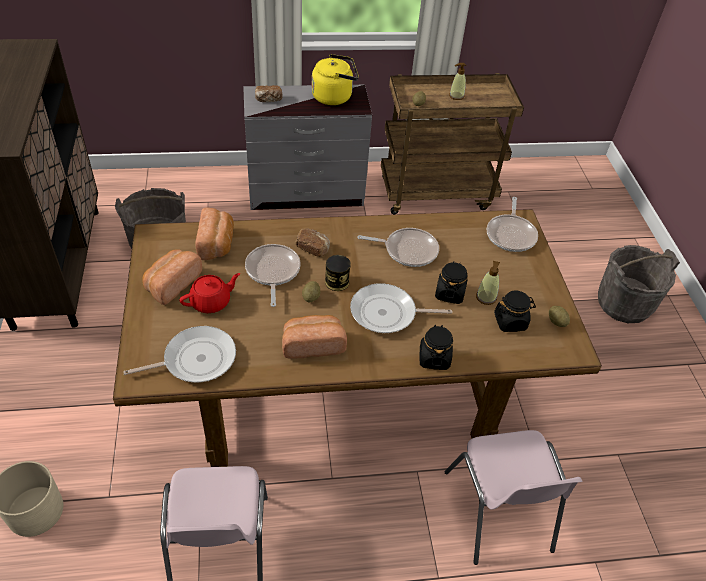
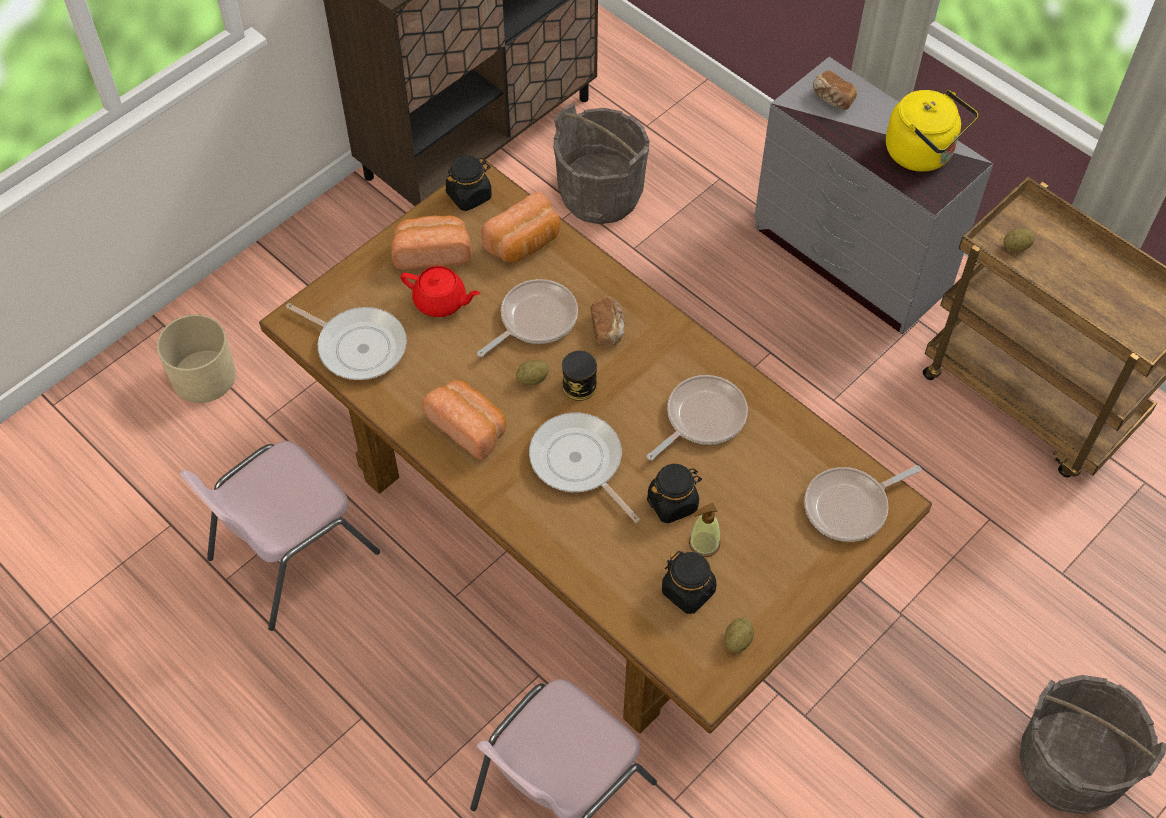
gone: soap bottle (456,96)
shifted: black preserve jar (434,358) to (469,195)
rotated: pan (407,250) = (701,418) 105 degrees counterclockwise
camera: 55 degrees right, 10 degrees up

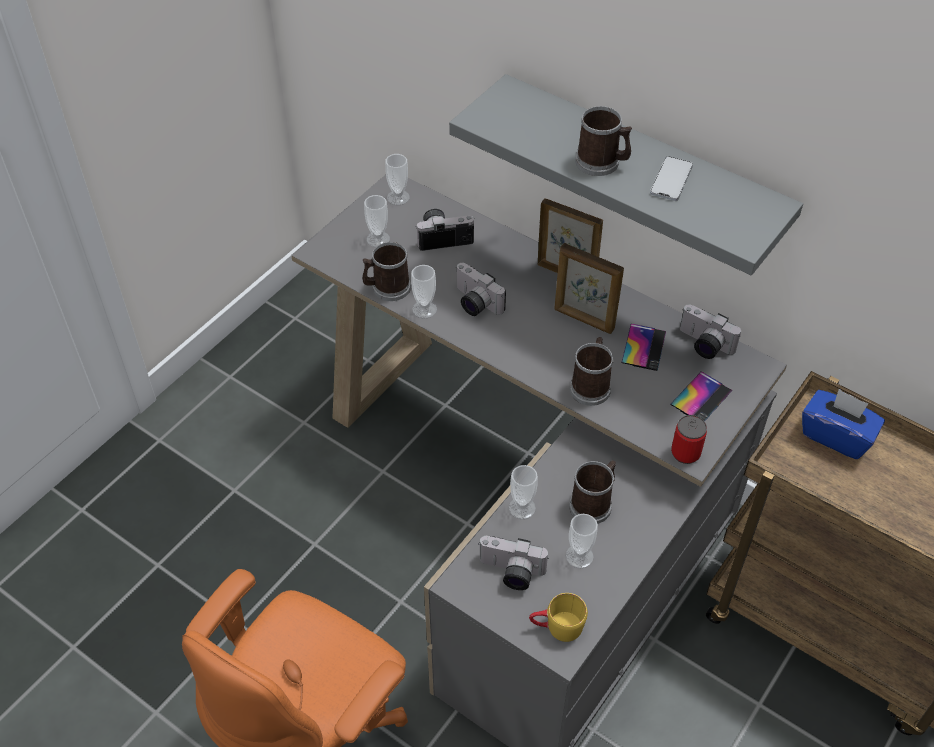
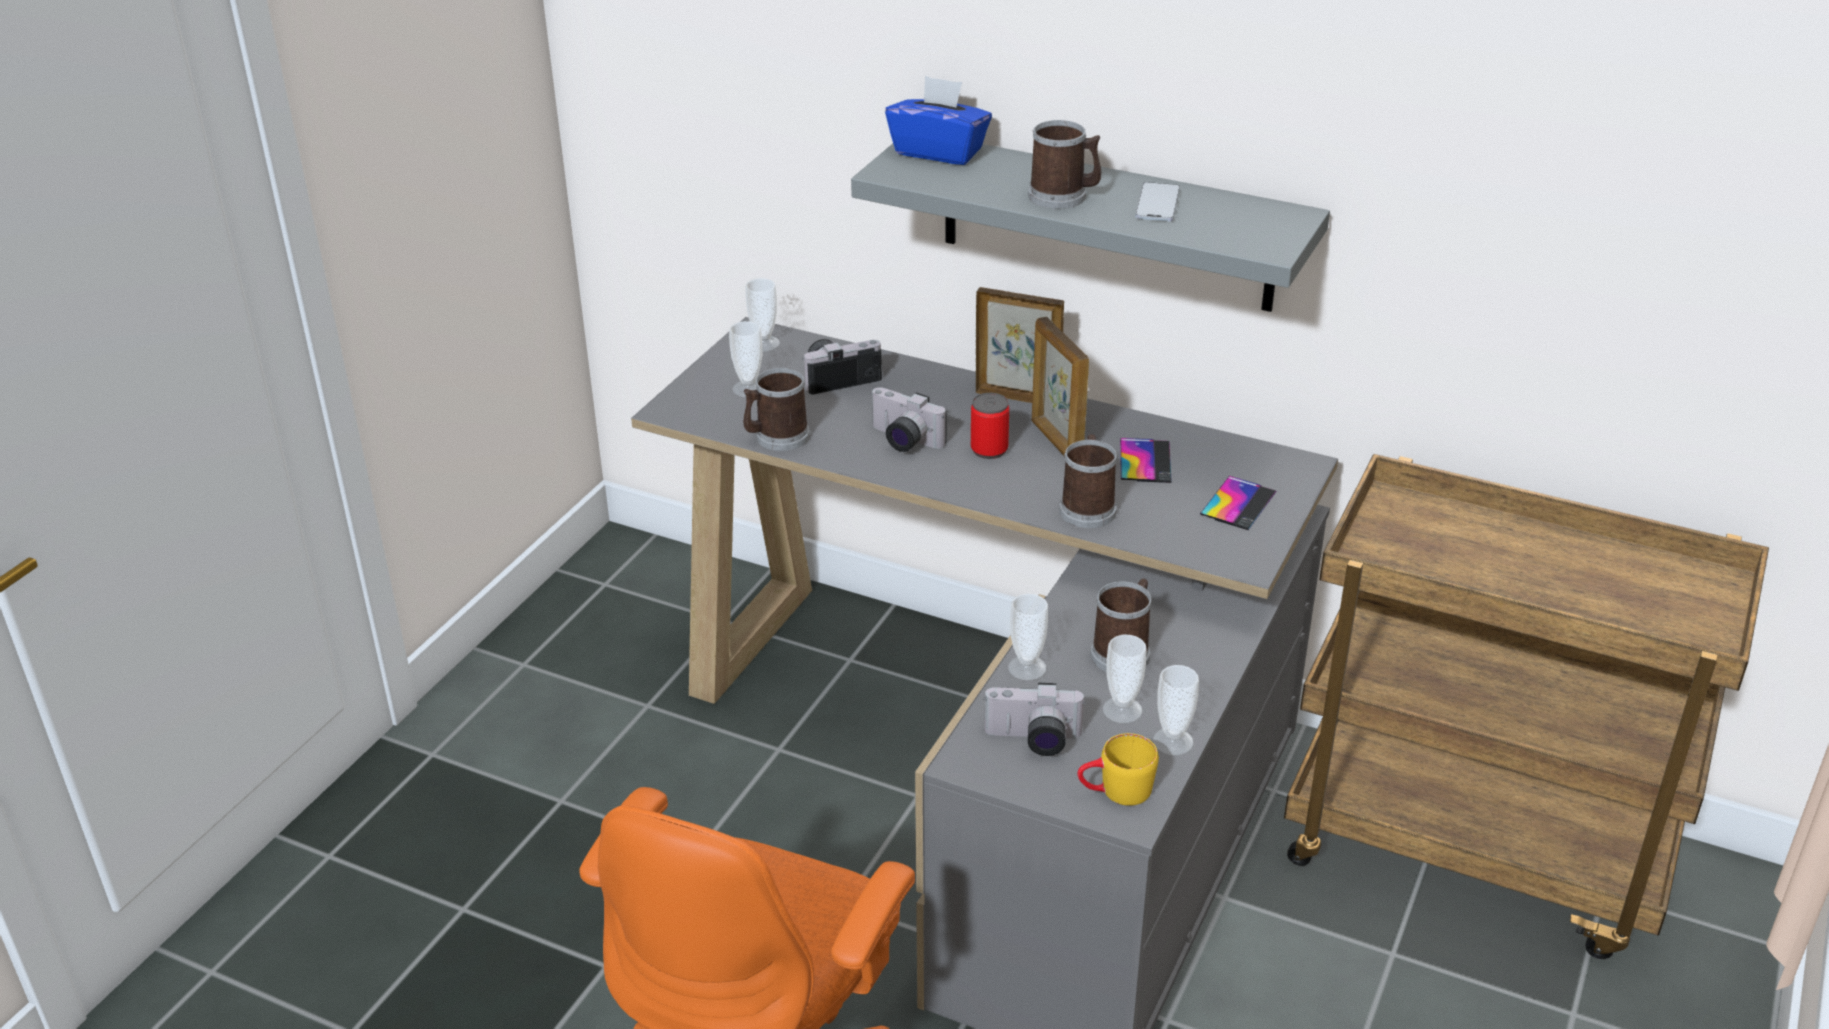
gone: photo camera (703,345)
shifted: cup (424,309) to (1173,741); sealed can (685,453) to (989,449); blue-coloured tissue holder (836,435) to (939,151)
rotated: picture frame (583,320) = (1056,442) 45 degrees clockwise
camera: 10 degrees left, 15 degrees down

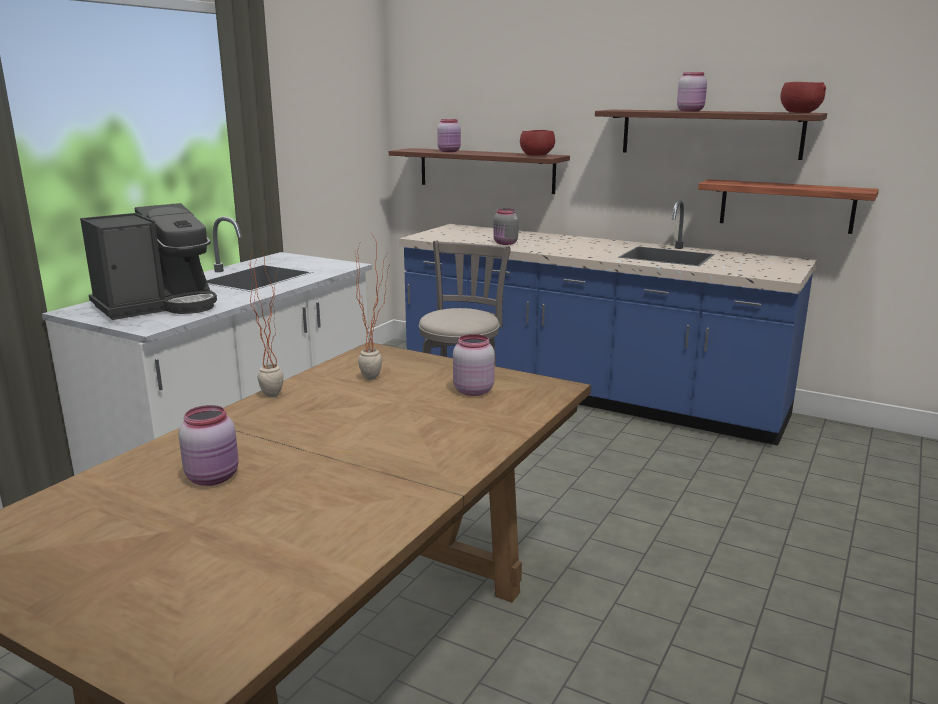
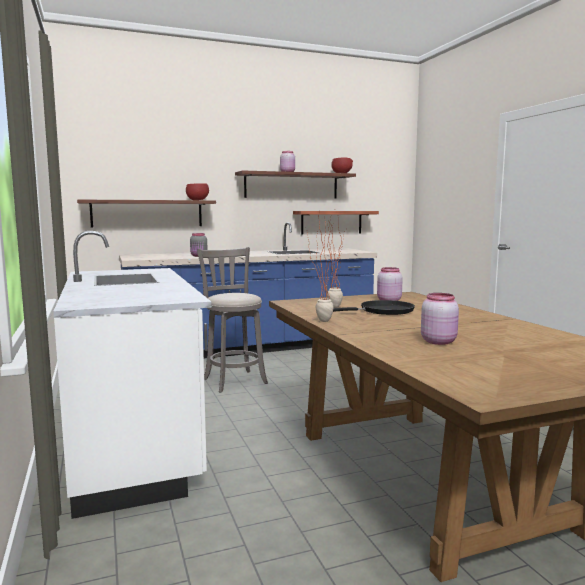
gone: coffee brewer (158,306); pink preserve jar (449,151)
new: black pan (383,311)
camera: 50 degrees left, 10 degrees down

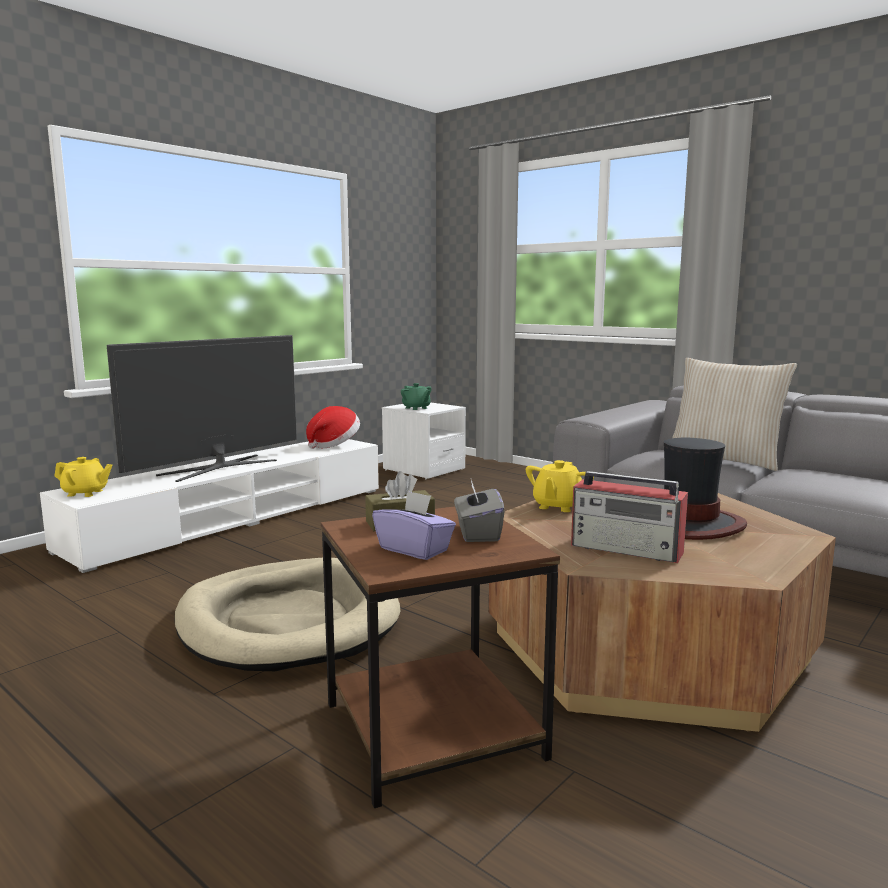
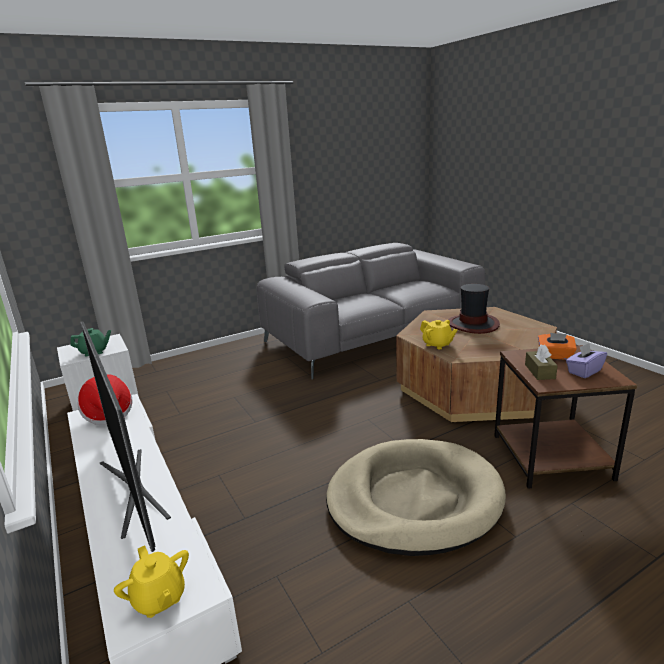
gone: radio receiver (627,549); beige cushion (724,460)
repainted: gray tissue holder (477,533) to orangey tissue holder (555,356)
rotated: yellow-coloured pot for tea (85,493) = (159,598) 120 degrees clockwise
camera: 70 degrees left, 10 degrees up

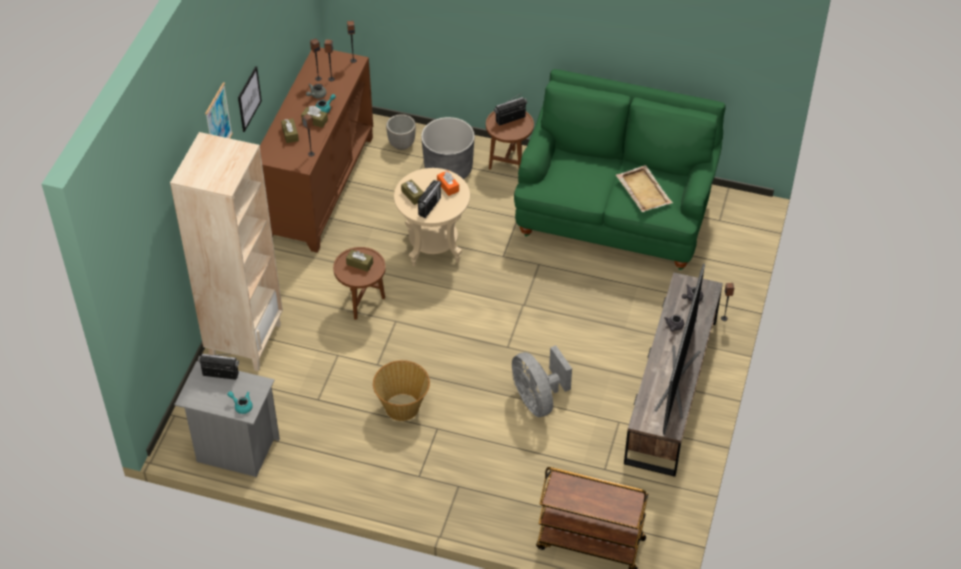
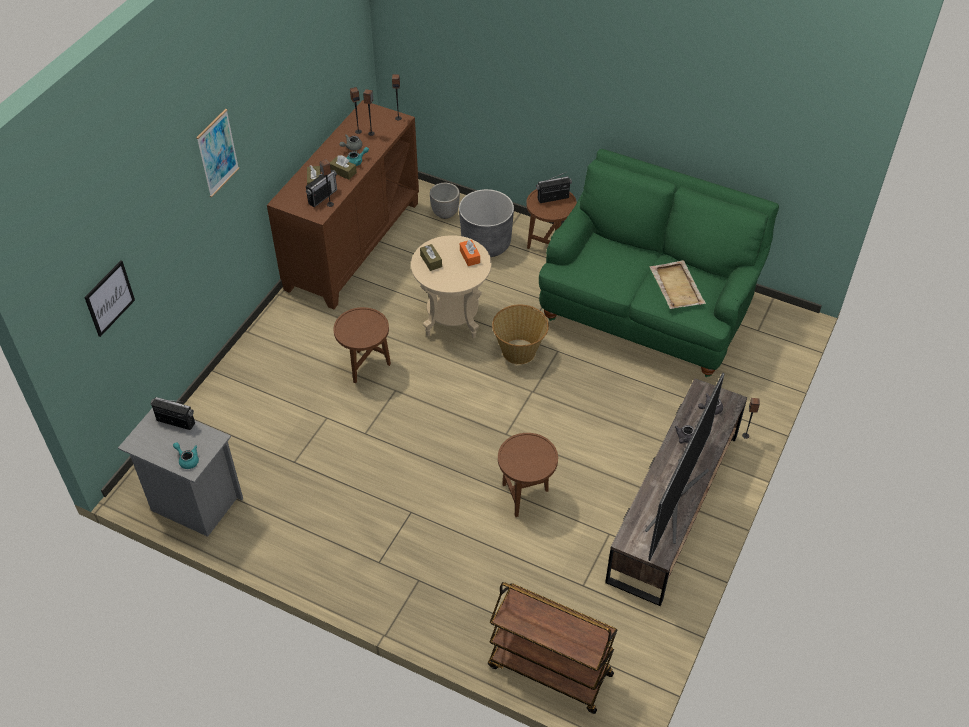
gone: beige bookshelf (245,341); brownish tissue holder (359,263)
shifted: wall art (249,99) to (109,298); storage basket (402,406) to (519,351); radio receiver (429,206) to (322,197)
swapped: gray electric fan (538,399) to brownish end table (526,496)
camera: 10 degrees right, 0 degrees up

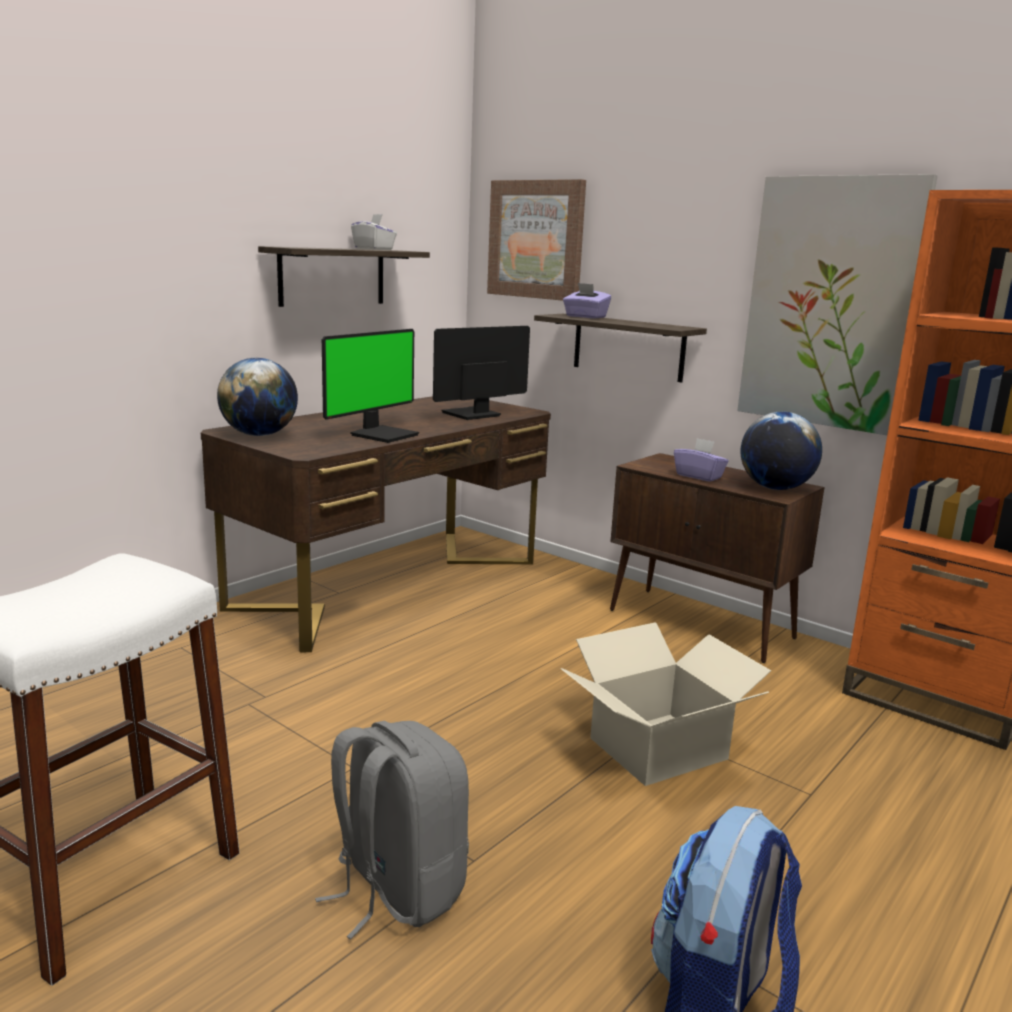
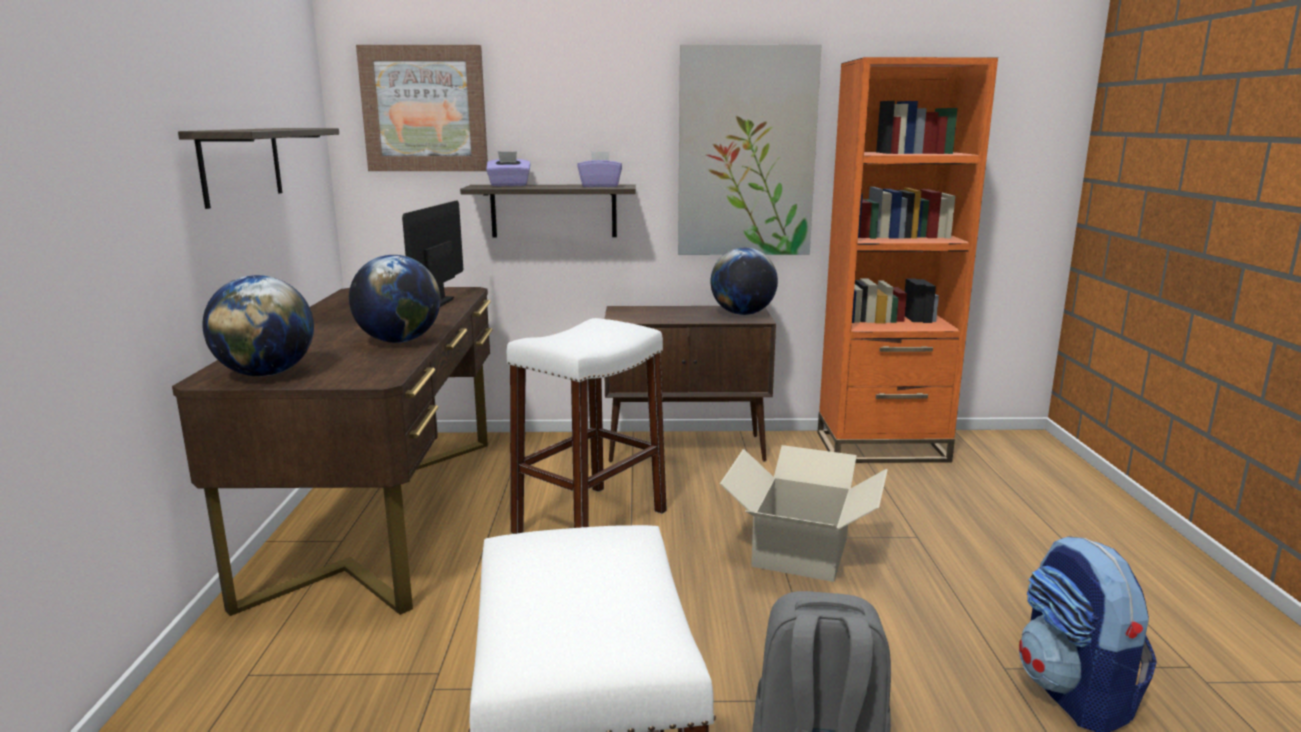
gone: white-coloured tissue holder (374,249)
new: white-coloured stool (590,522)
shifted: purple tissue holder (699,476) to (600,186)
swapped: computer display (383,434) to globe (399,341)
camera: 40 degrees left, 0 degrees up

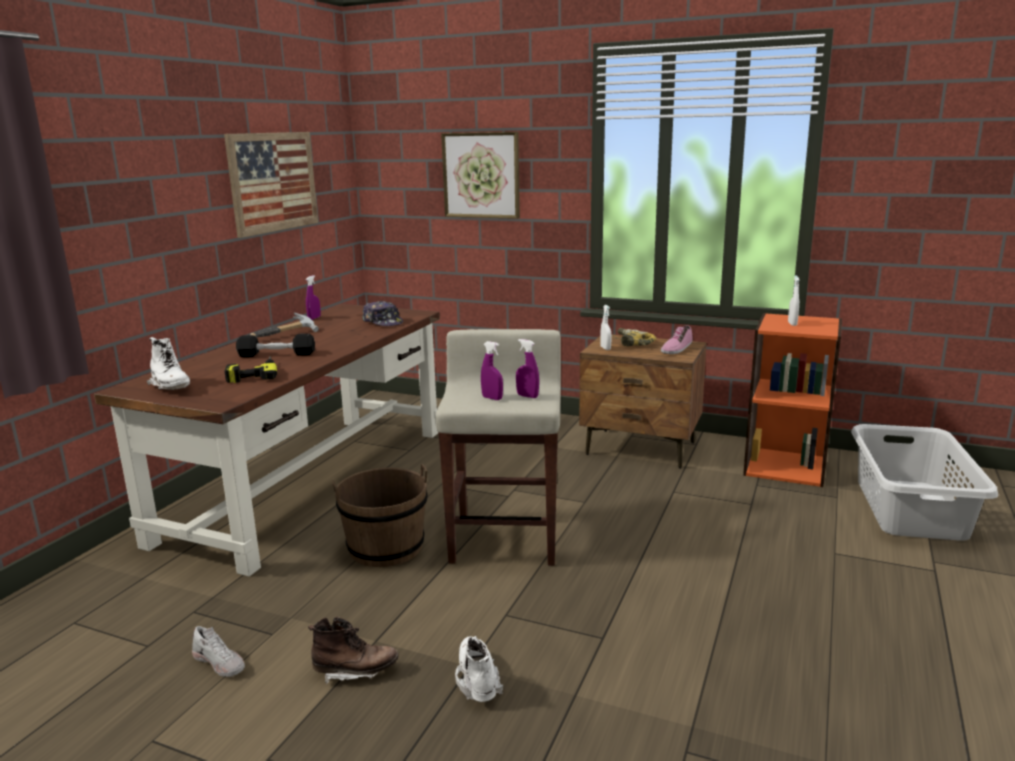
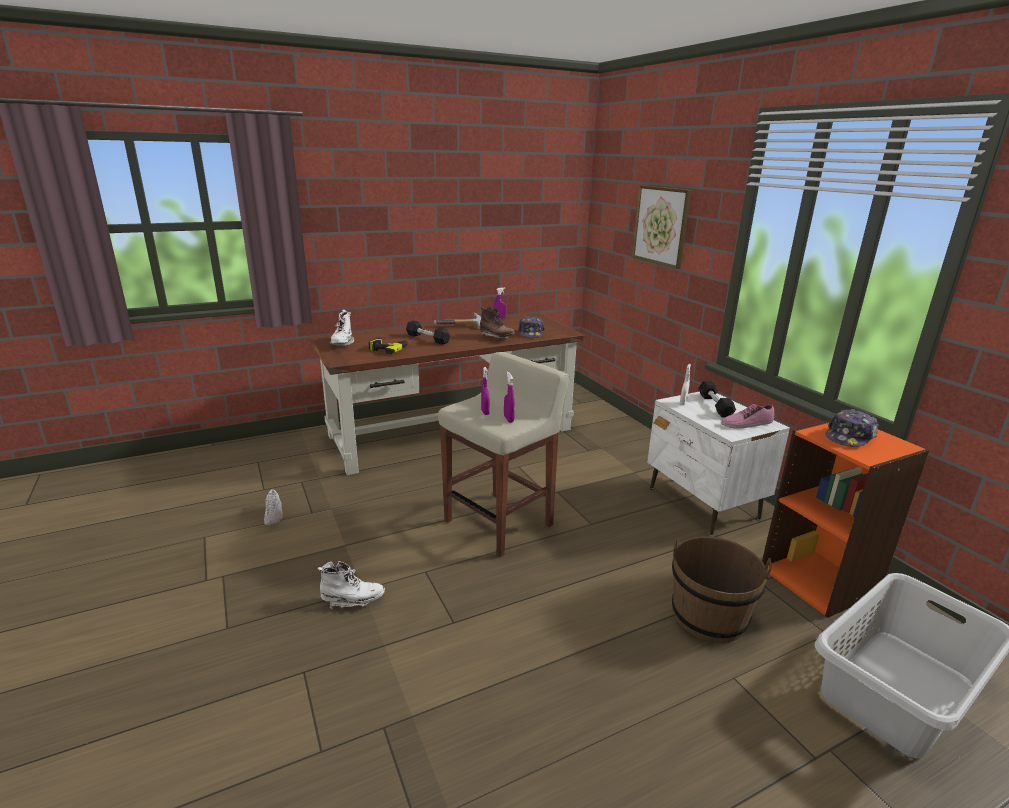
gone: wall art (273,182)
shifted: brownish boot (355,671) to (496,337); brownish water bucket (386,548) to (709,616)
swapped: power drill (630,343) to black free weight (715,405); white-coloured hand sprayer (792,324) to peaked cap (850,437)
repainted: brownish nightstand (641,448) to white-coloured nightstand (703,504)
rotated: white-coloured boot (477,681) = (353,600) 60 degrees clockwise
camera: 40 degrees right, 5 degrees up

